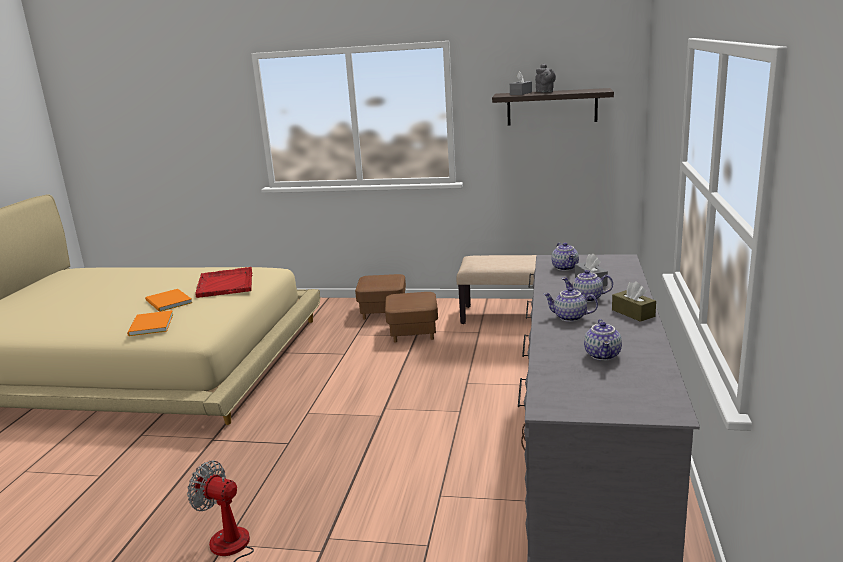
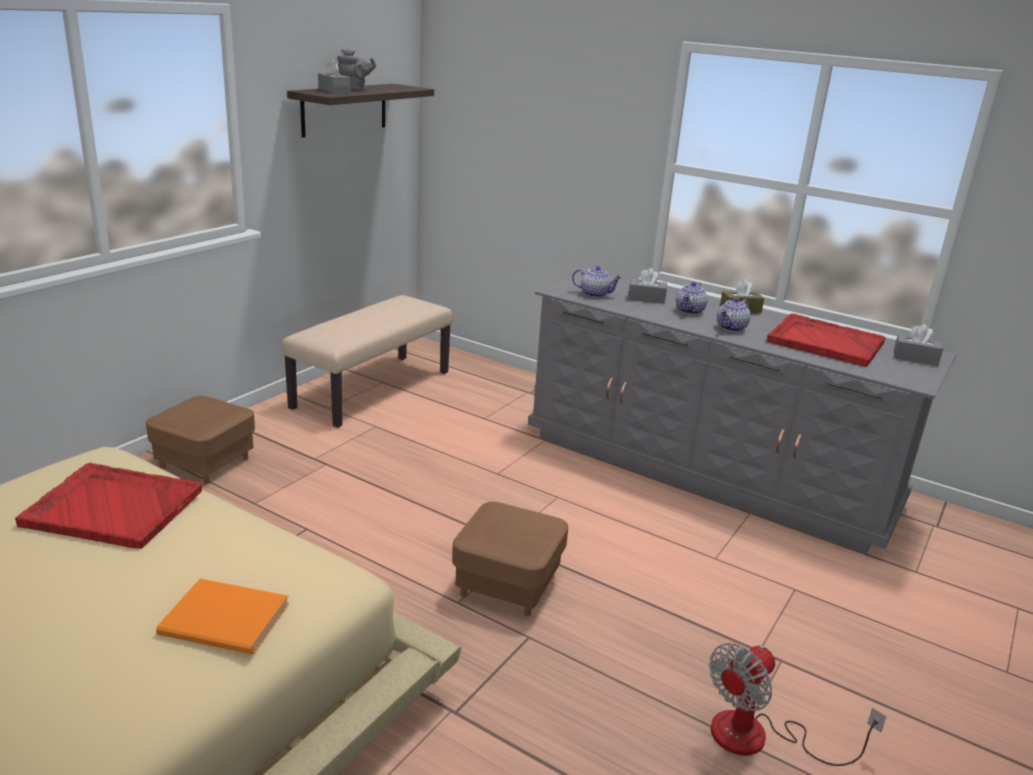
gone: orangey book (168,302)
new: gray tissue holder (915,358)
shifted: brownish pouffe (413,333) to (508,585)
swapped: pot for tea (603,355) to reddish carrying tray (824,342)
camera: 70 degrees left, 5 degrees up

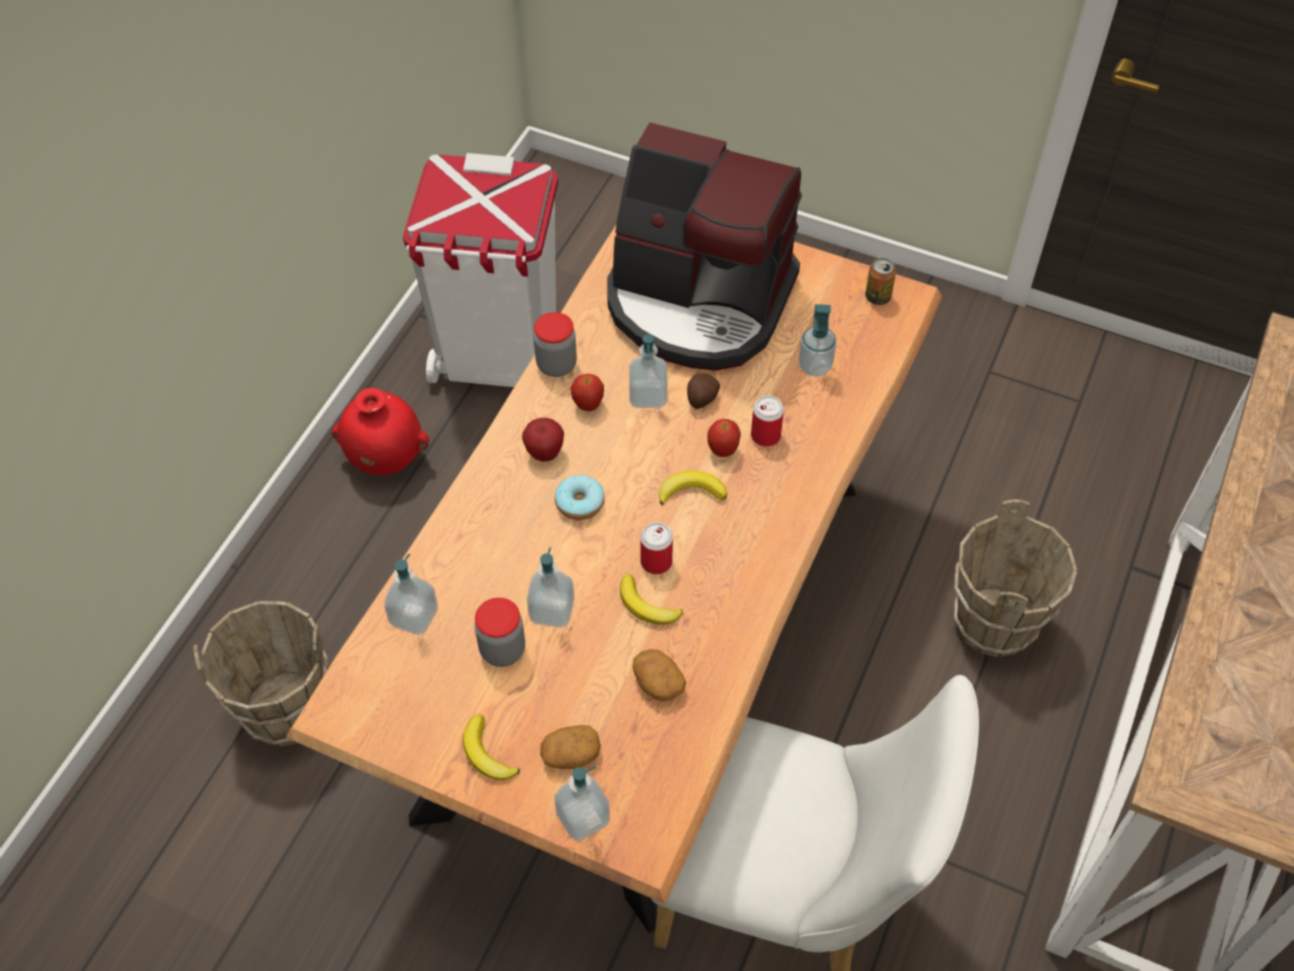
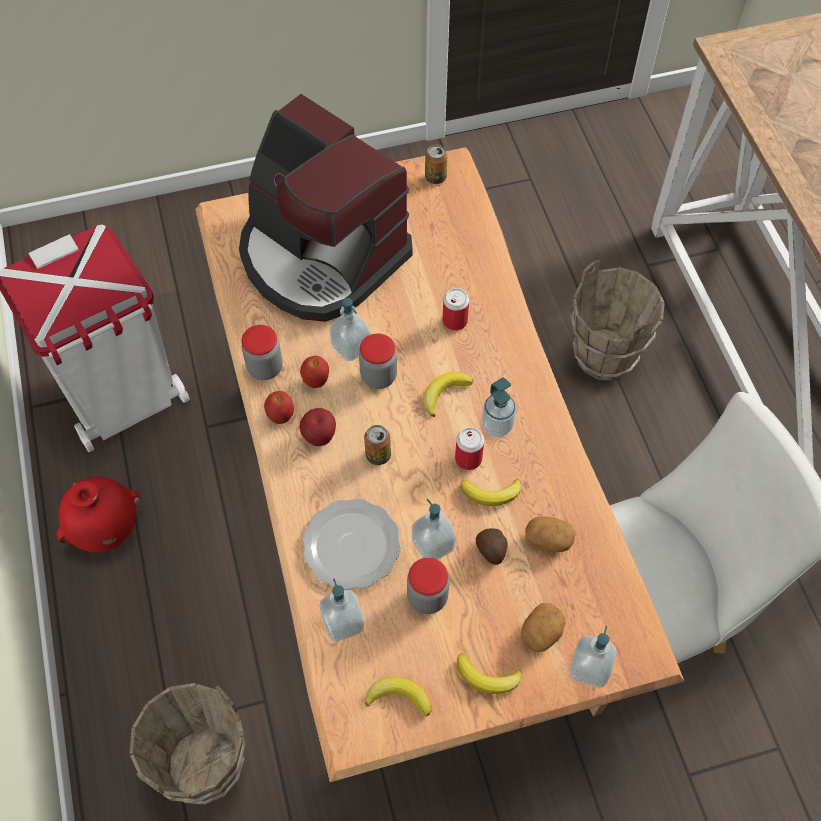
new: plate (352,544); preserve jar (378,376); banana (399,697)
shifted: potato (701,399) to (491,551); whole apple (723,451) to (281,417); soap bottle (815,366) to (497,425)
swapped: doughnut (579,503) to sealed can (378,455)
rotated: coffee brewer (699,302) = (321,256) 60 degrees clockwise
camera: 40 degrees left, 5 degrees up

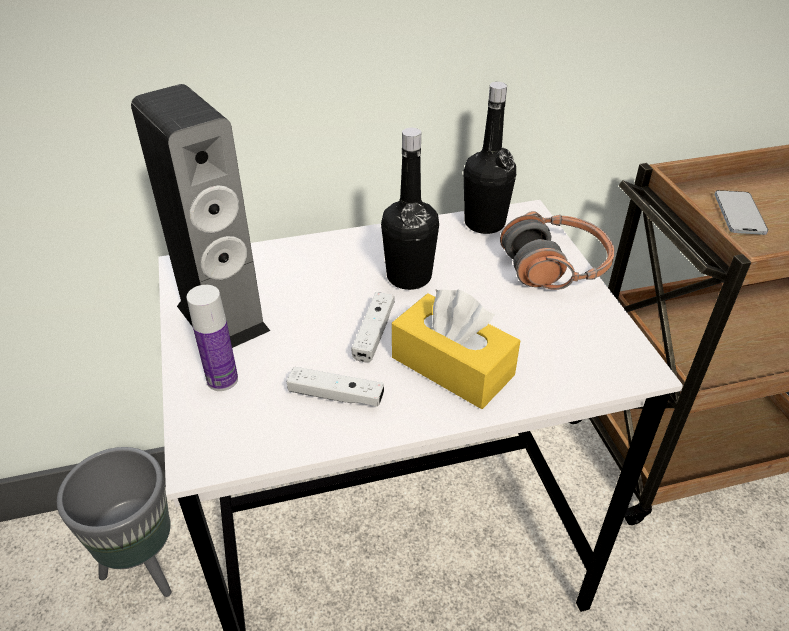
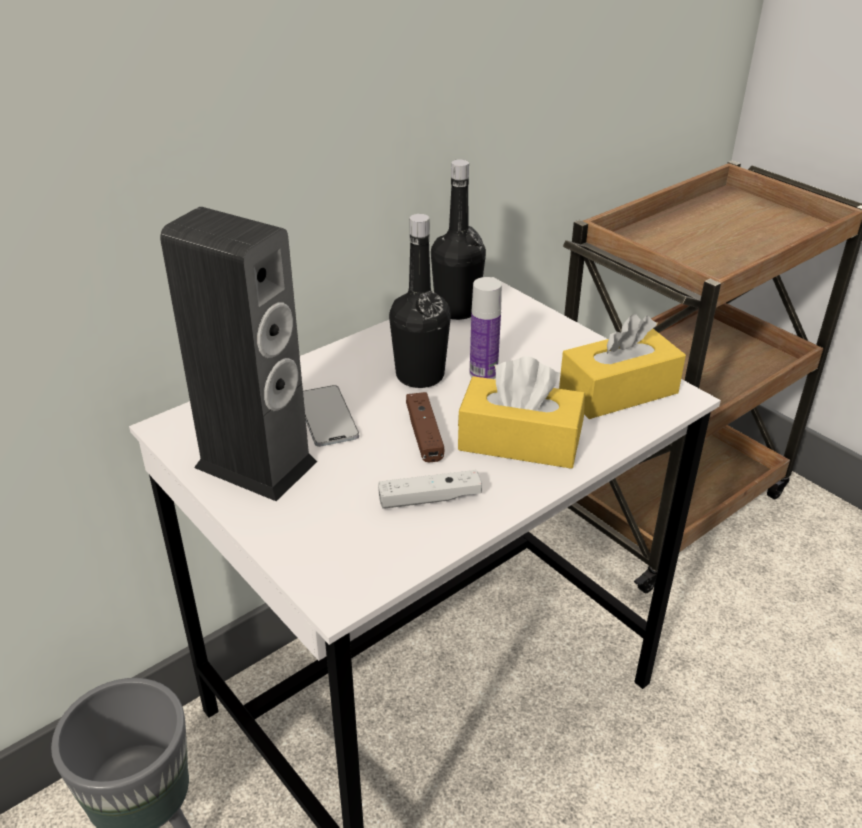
gone: headphones (555,266)
new: yellow-coloured tissue holder (618,391)
shifted: bottle (222,380) to (483,373); handset (739,214) to (327,417)
repainted: white-coloured joypad (374,333) to brownish joypad (424,434)
camera: 25 degrees left, 5 degrees down

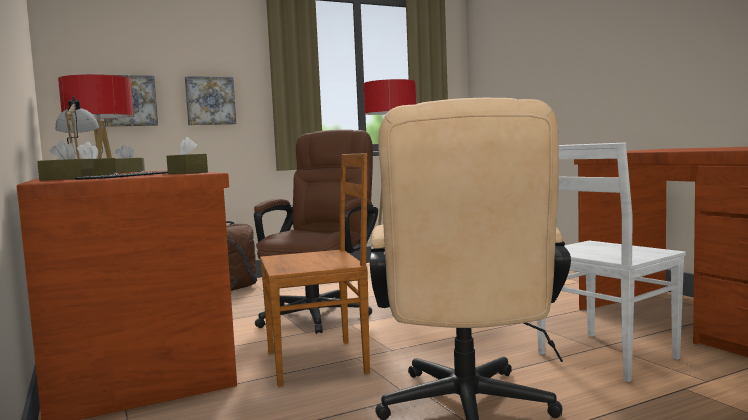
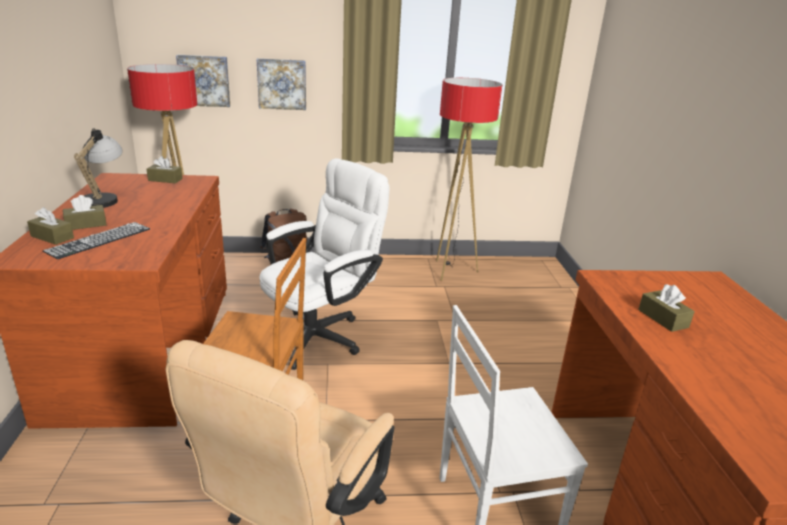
shifted: brownish tissue holder (187,173) to (663,318)
repainted: brownish desk chair (320,312) to white-coloured desk chair (321,334)
camera: 20 degrees right, 20 degrees up

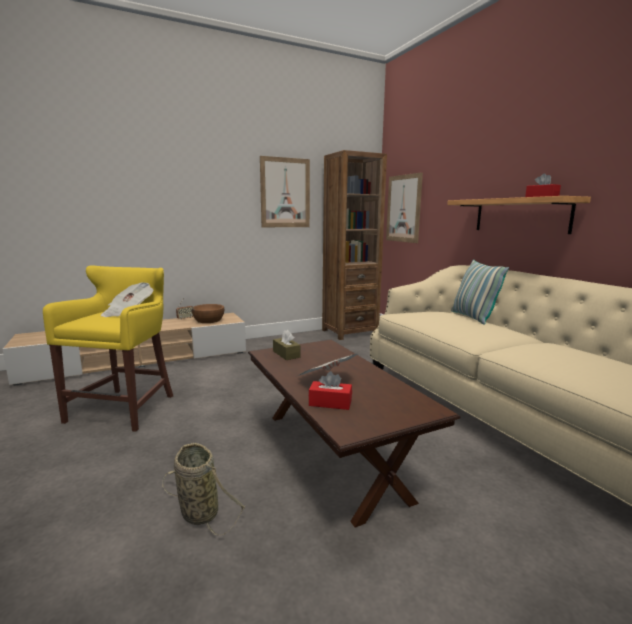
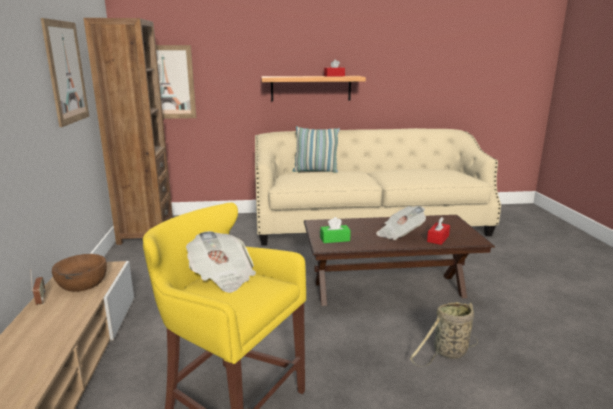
repainted: brownish tissue holder (286,354) to greenish tissue holder (335,239)
camera: 70 degrees left, 5 degrees up

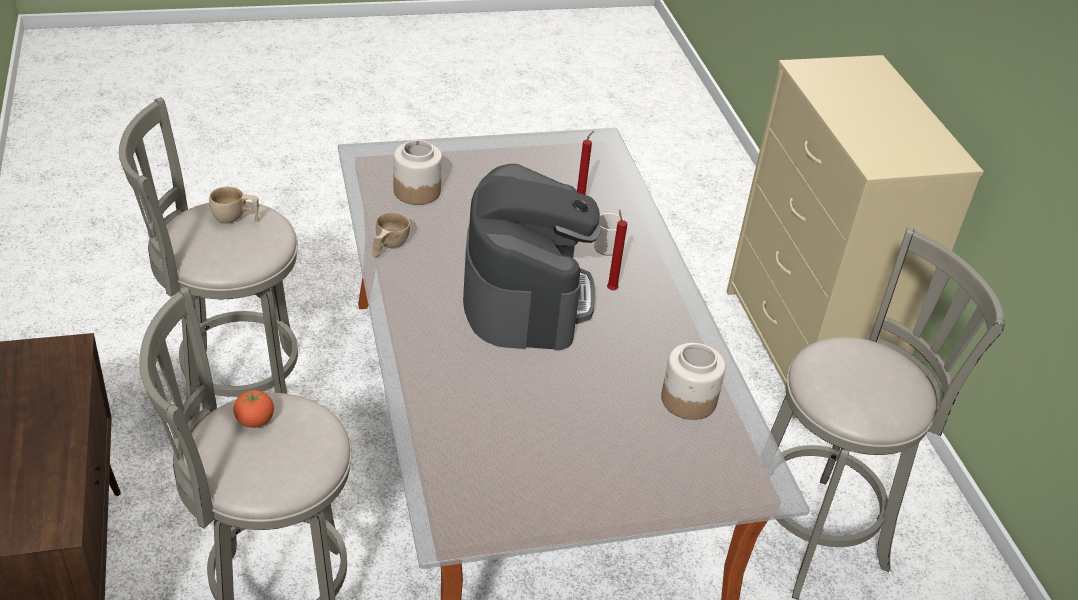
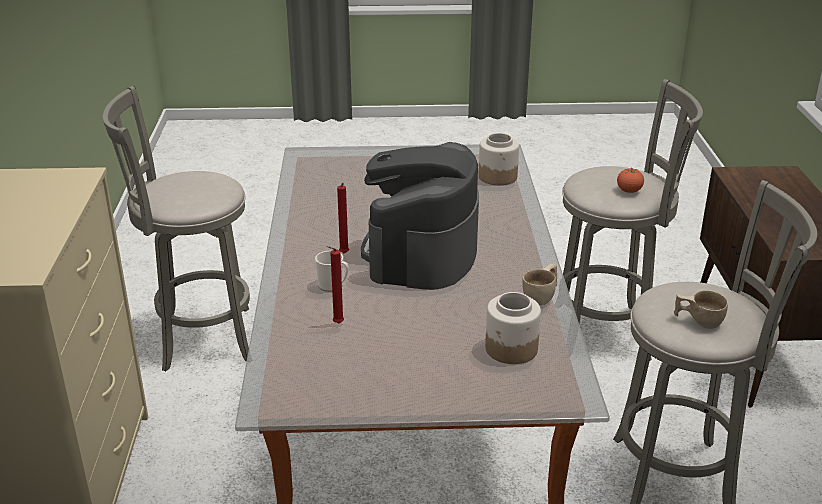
shifted: preserve jar (688,400) to (498,177)
camera: 165 degrees left, 10 degrees down

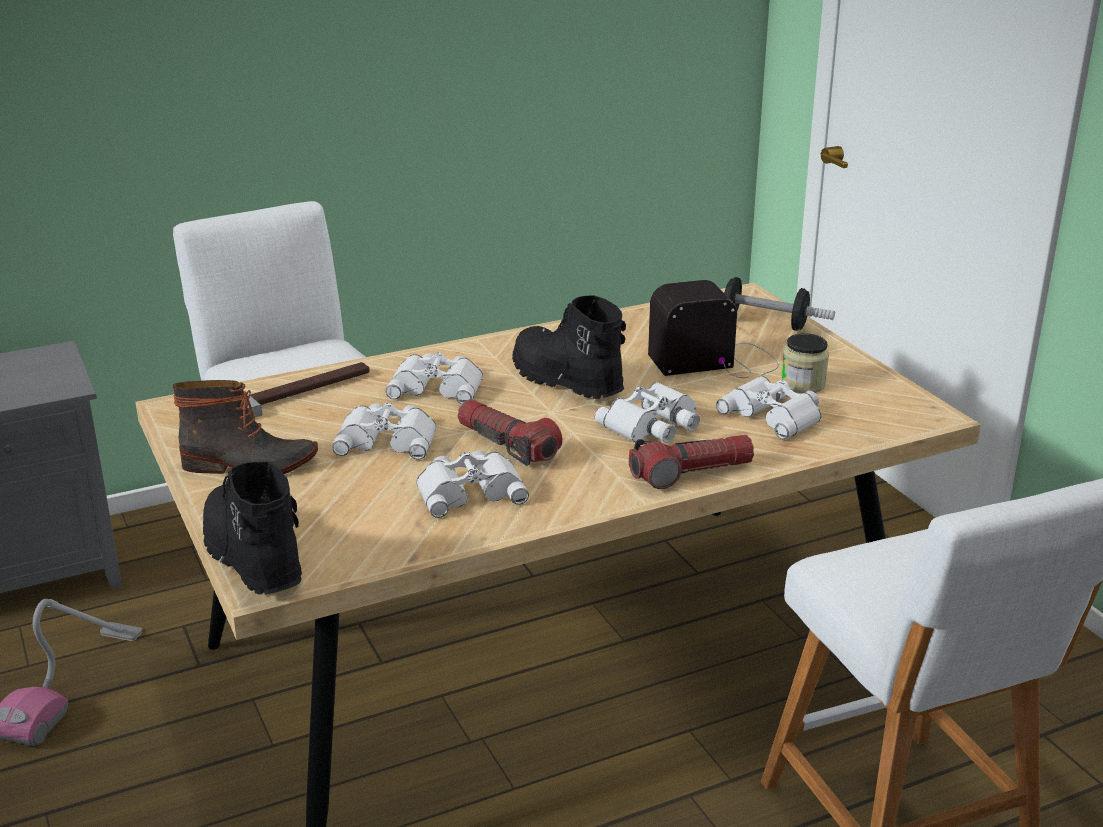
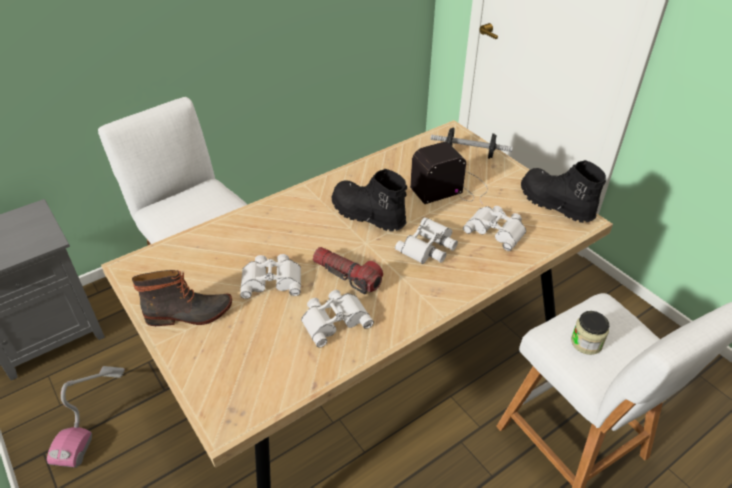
gone: hand hammer (300,388); white-coloured pair of binoculars (438,386); hand torch (691,473)
shifted: black boot (251,558) to (555,204); preserve jar (803,384) to (586,343)
camera: 10 degrees left, 15 degrees up

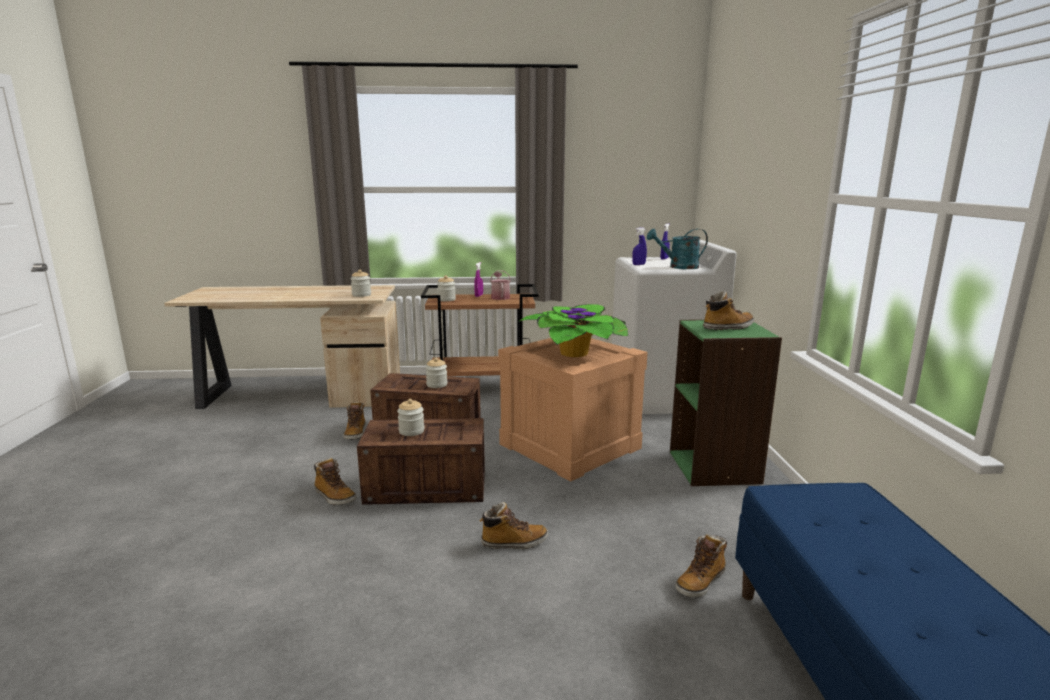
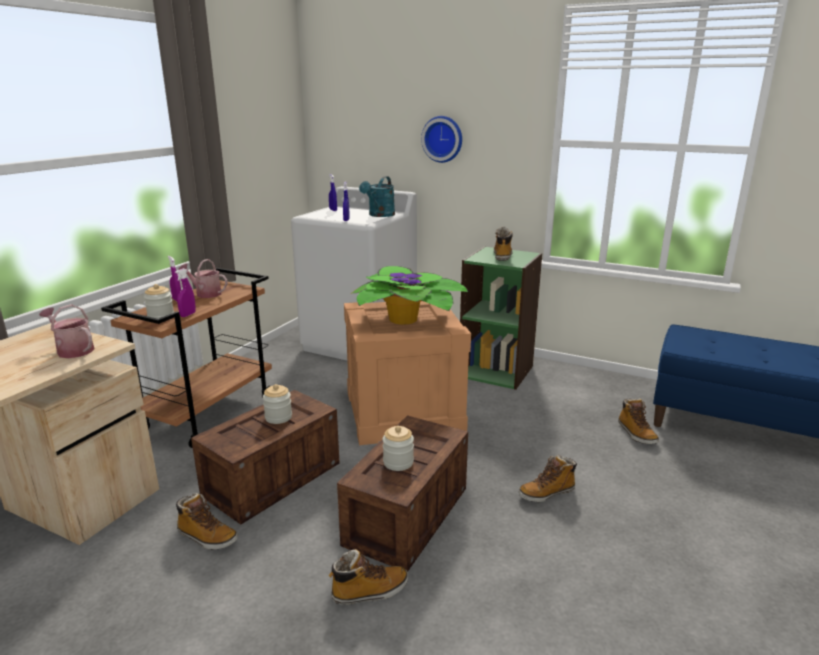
new: purple hand sprayer (188,315); clock on the wall (443,139)
swapped: preserve jar (361,295) to watering pot (72,350)
rotated: boot (514,543) = (546,493) 135 degrees counterclockwise
camera: 60 degrees left, 5 degrees up

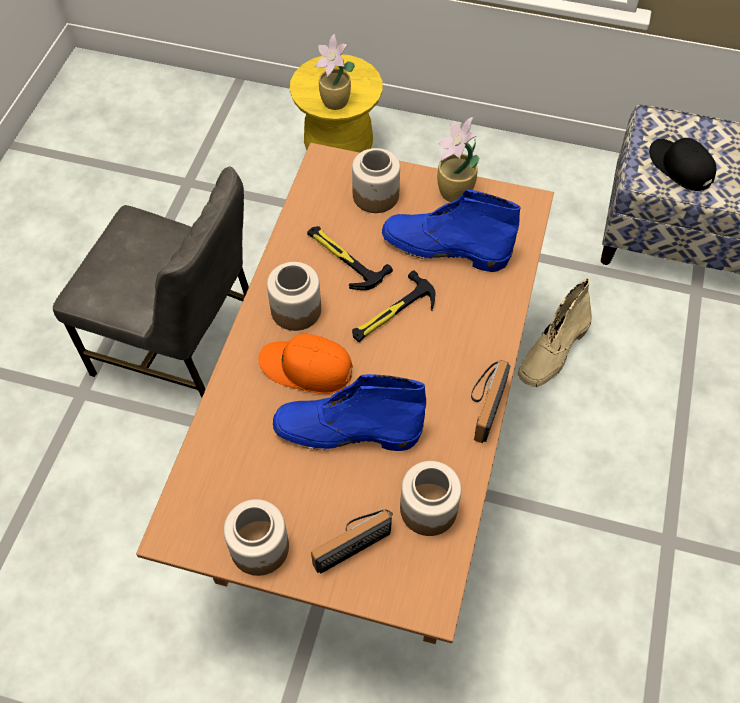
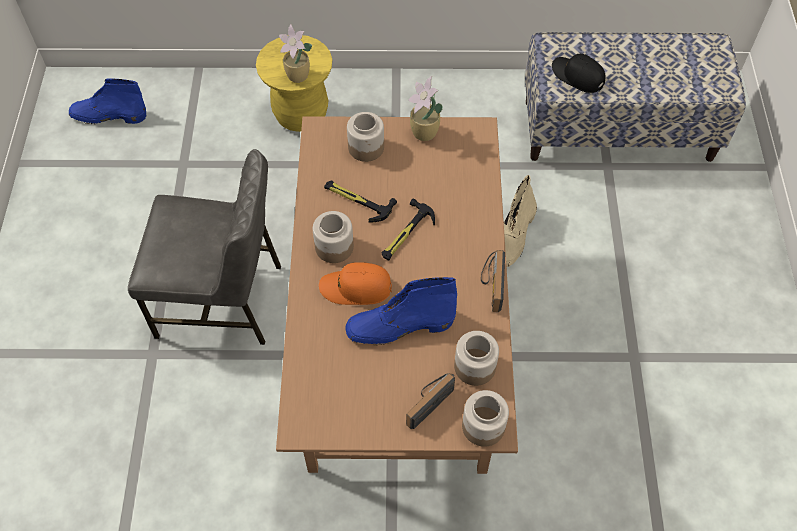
shifted: preserve jar (260,548) to (484,426); blue-coloured boot (444,248) to (108,115)
camera: 15 degrees left, 0 degrees up

